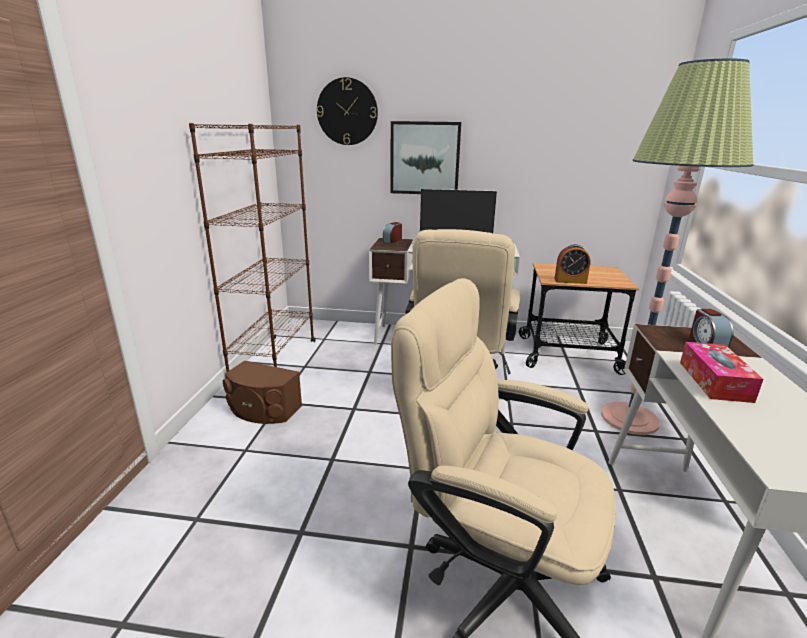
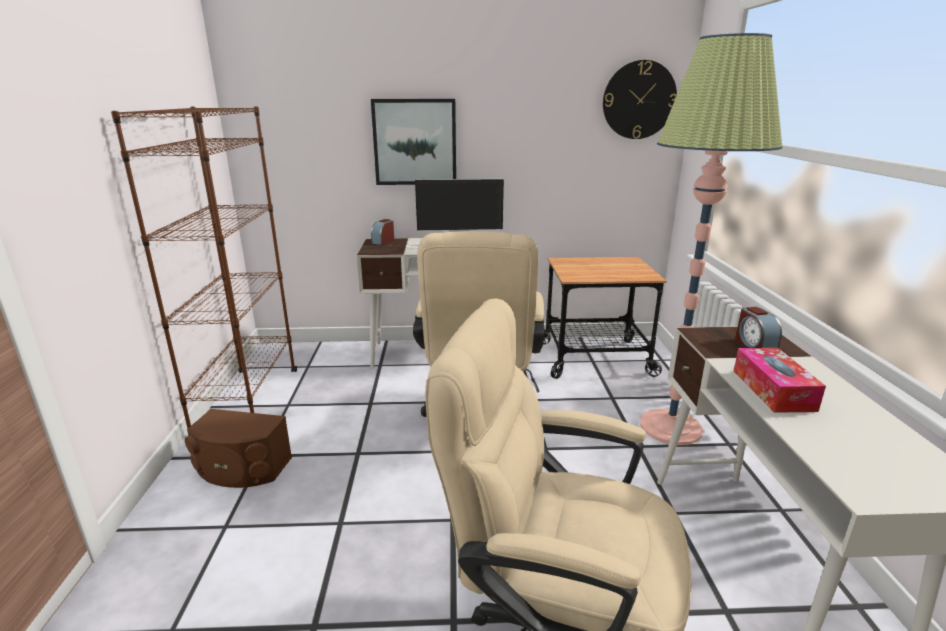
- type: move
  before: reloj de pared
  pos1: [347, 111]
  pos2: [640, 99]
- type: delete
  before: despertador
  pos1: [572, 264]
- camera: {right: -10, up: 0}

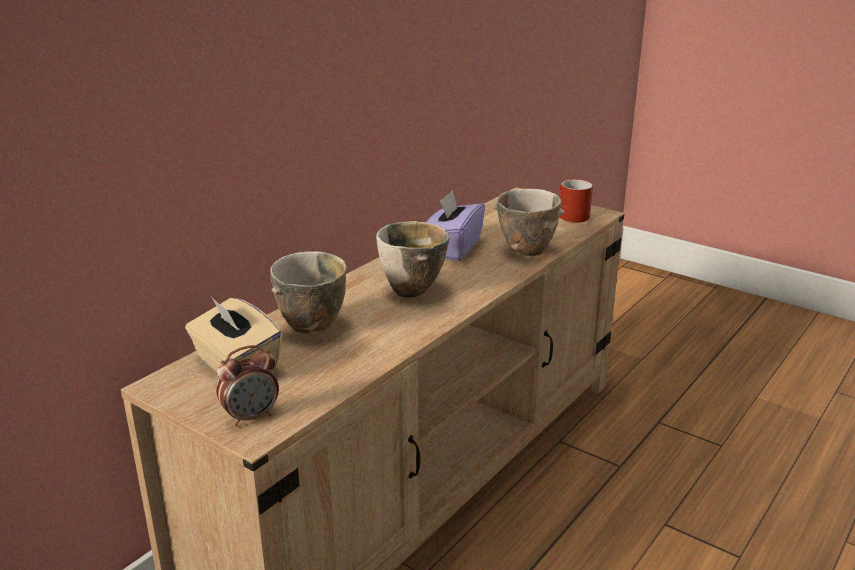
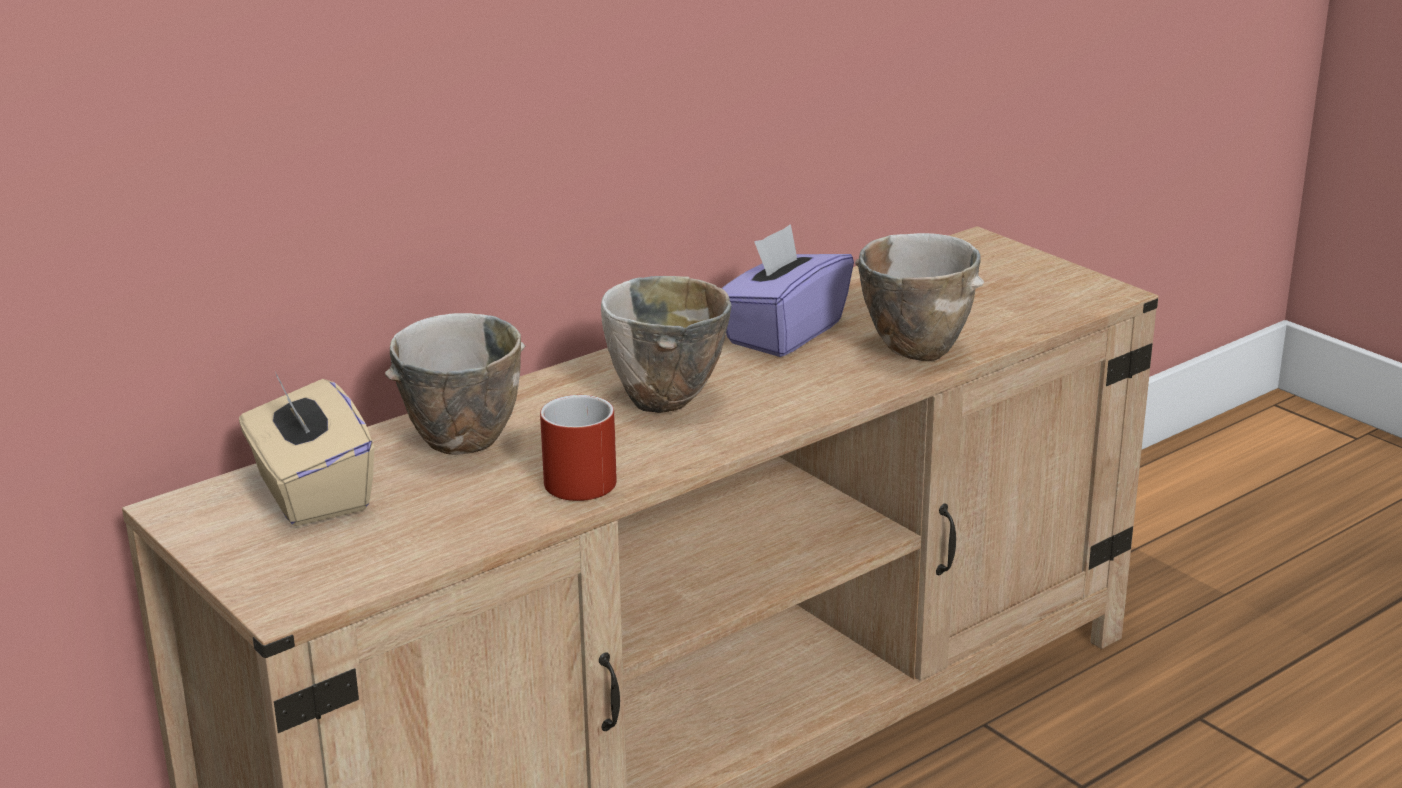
- type: delete
  before: despertador
  pos1: [247, 385]
- type: move
  before: taza grande [rojo]
  pos1: [576, 201]
  pos2: [578, 448]
- camera: {right: 15, up: 0}

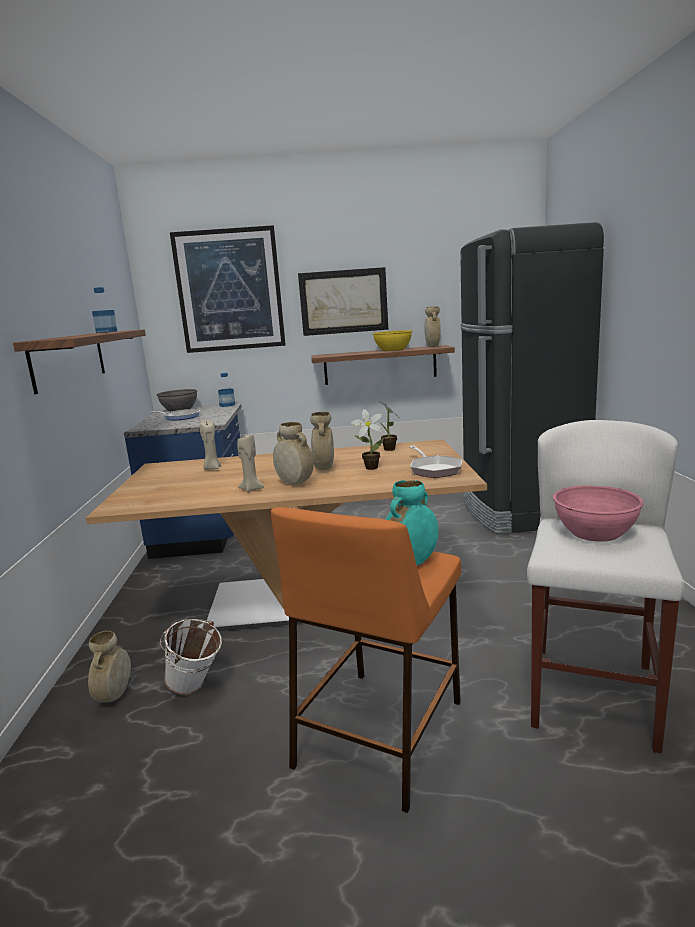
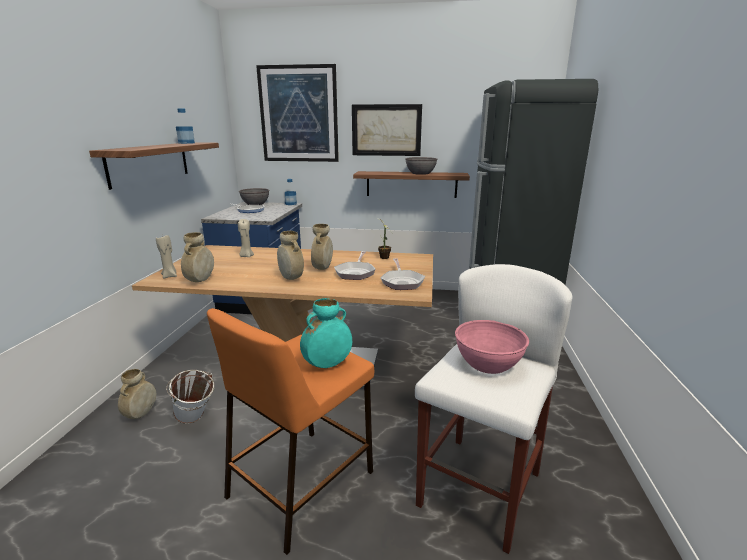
- type: move
  before: vela [beis]
  pos1: [250, 463]
  pos2: [166, 256]
- type: replace
  before: planta en maceta
  after: sartén
  pos1: [367, 439]
  pos2: [355, 265]
- type: recolor
  before: cuenco [amarillo]
  after: cuenco [gris]
  pos1: [392, 340]
  pos2: [421, 166]
- type: move
  before: florero [beis]
  pos1: [432, 326]
  pos2: [197, 257]
- camera: {right: 10, up: 5}

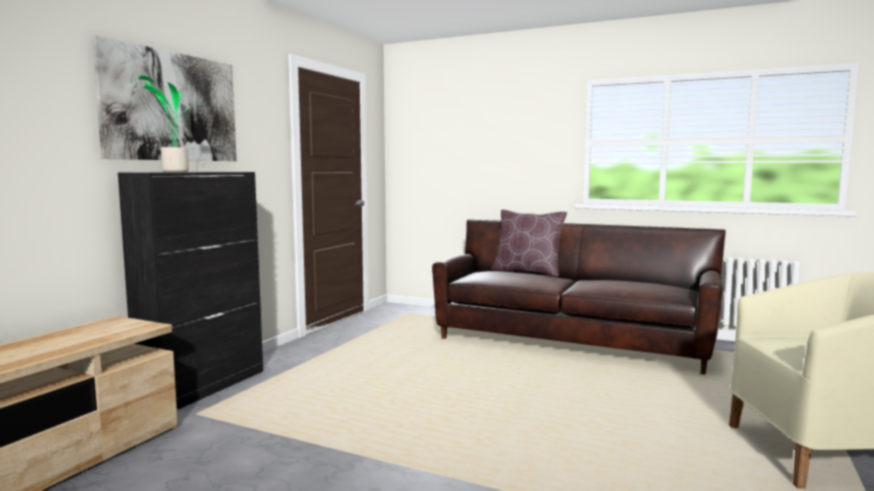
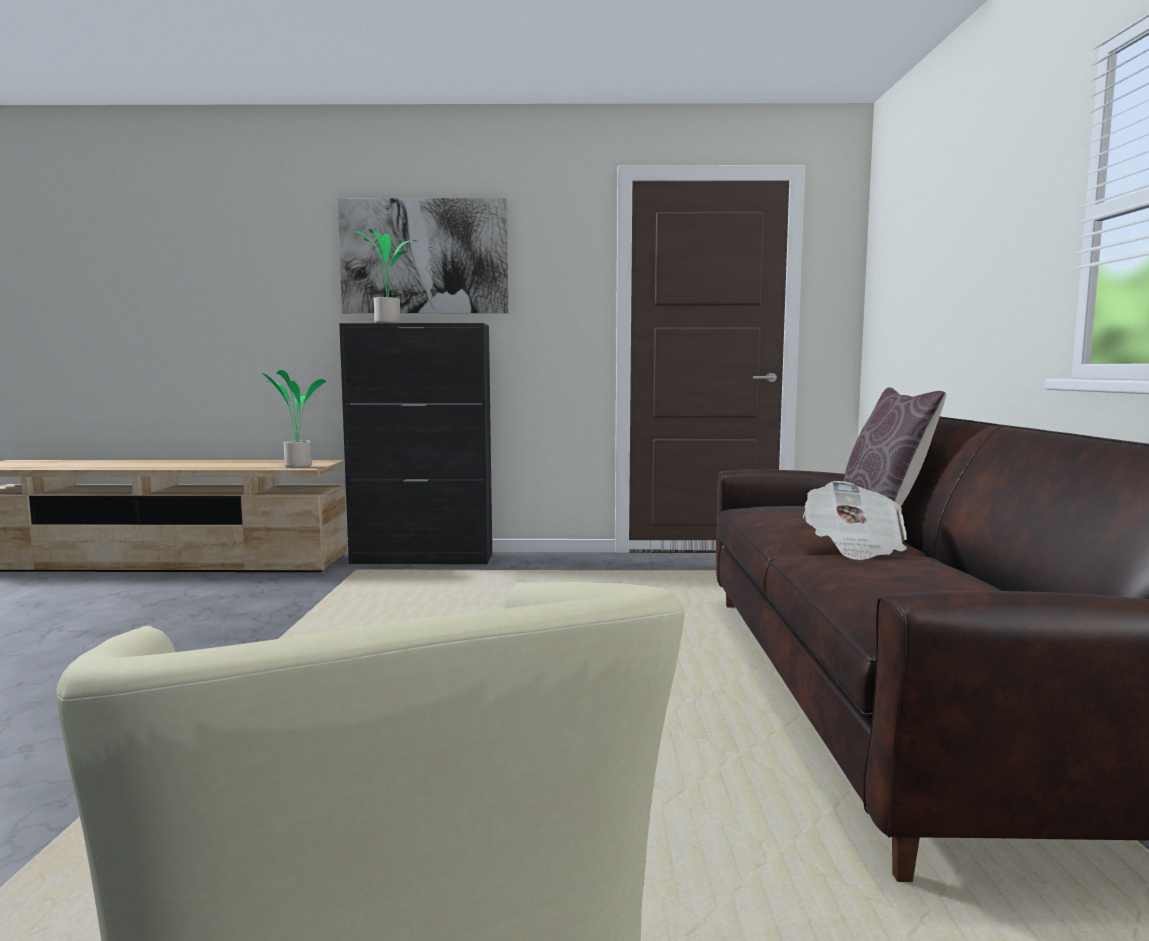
- type: insert
  after: planta en maceta
  pos2: [294, 419]
- type: insert
  after: periódico
  pos2: [855, 520]
- camera: {right: 65, up: 0}

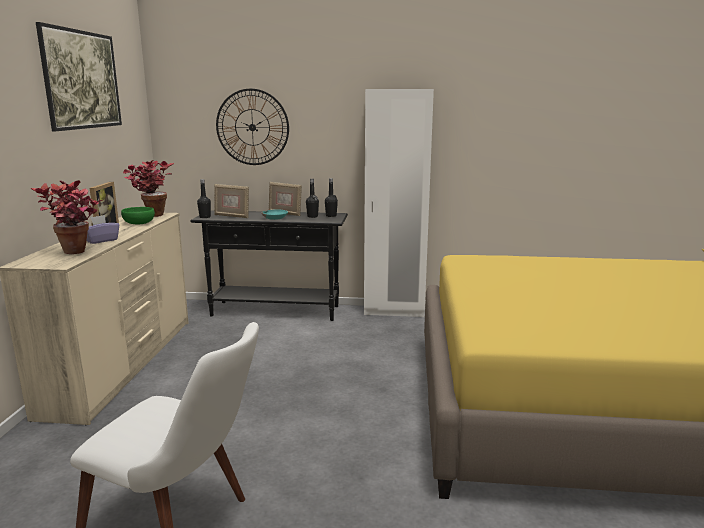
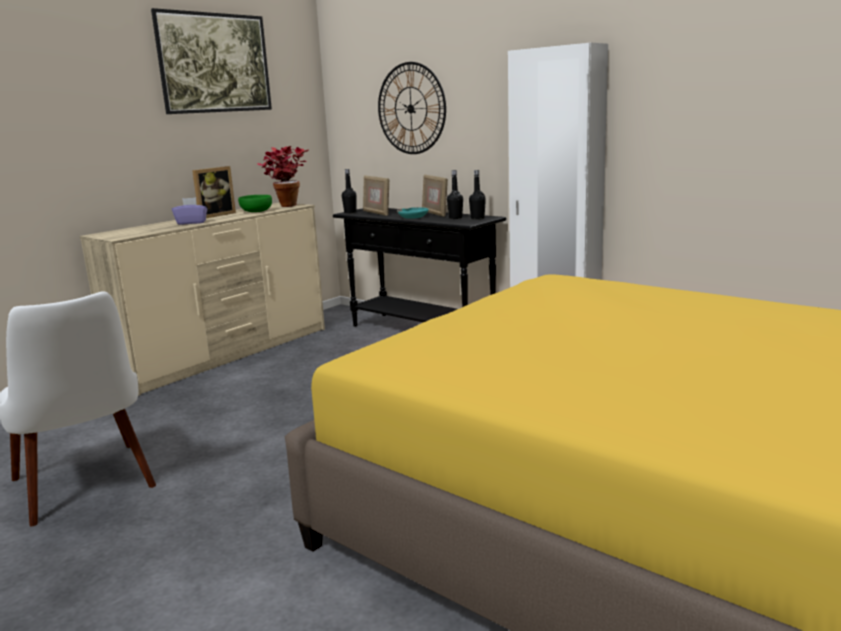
- type: delete
  before: planta en maceta
  pos1: [67, 217]
- camera: {right: 35, up: 0}

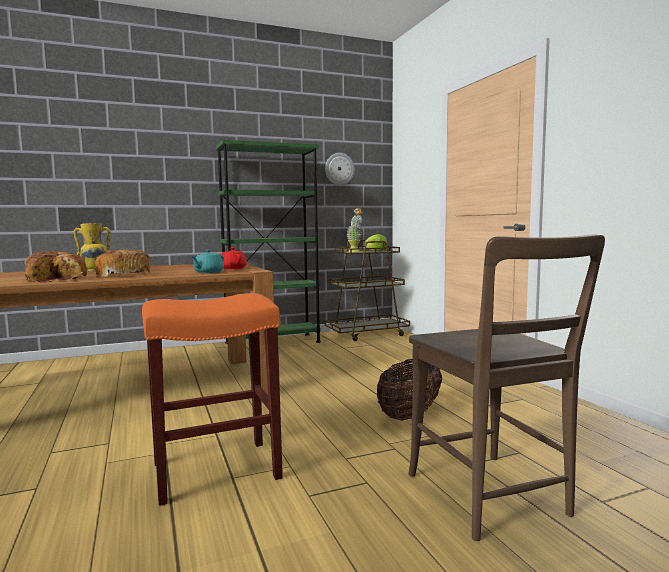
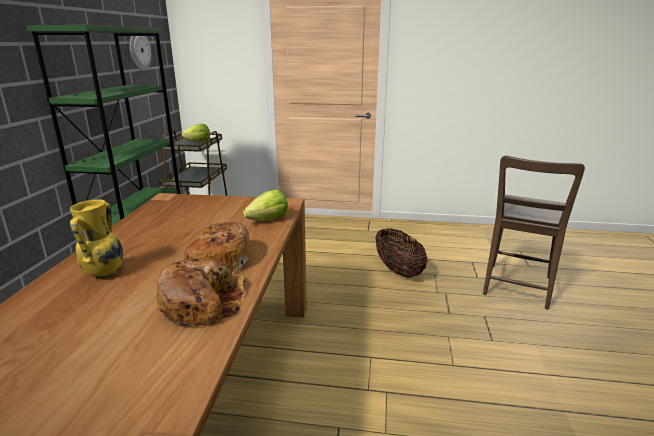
- type: delete
  before: taburete [naranja]
  pos1: [212, 399]
- type: replace
  before: tetera [turquesa]
  after: lechuga
  pos1: [207, 261]
  pos2: [265, 205]
- type: delete
  before: tetera [rojo]
  pos1: [234, 258]
- type: delete
  before: planta en maceta
  pos1: [354, 230]
- type: rotate
  before: silla [marrón]
  pos1: [506, 387]
  pos2: [534, 232]
  turn: 105
- camera: {right: -60, up: 15}

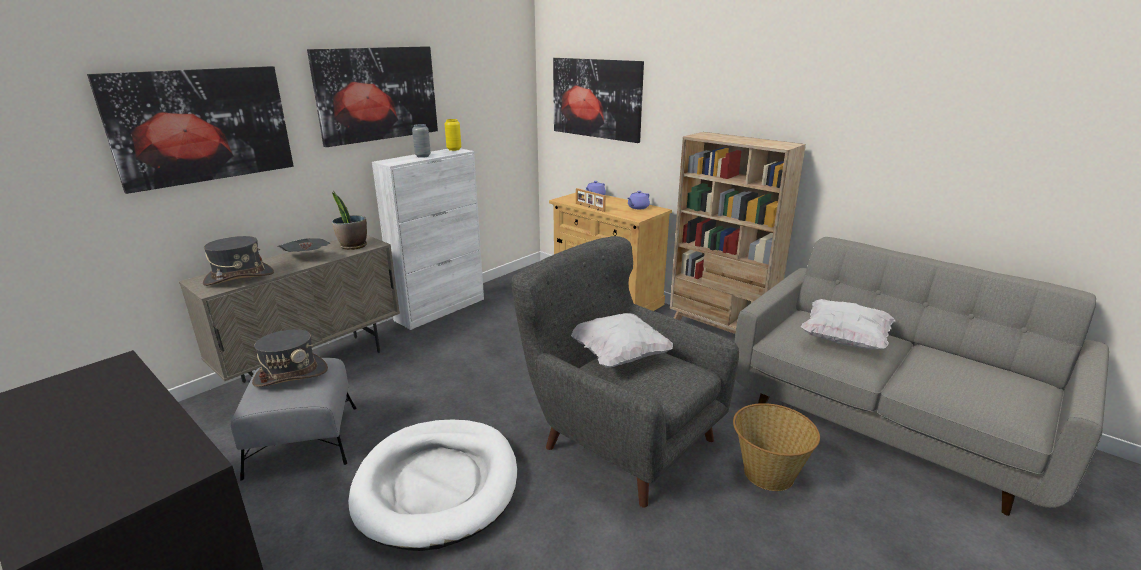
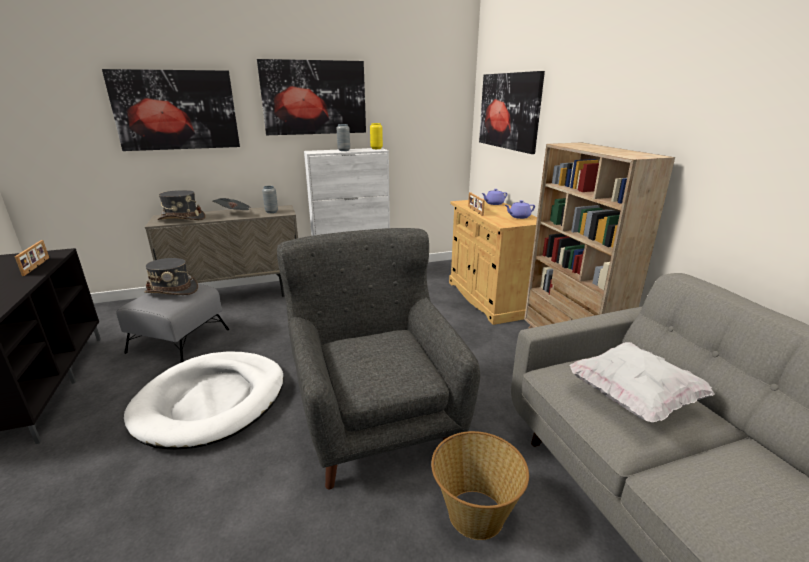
- type: replace
  before: planta en maceta
  after: florero [gris]
  pos1: [349, 220]
  pos2: [270, 199]
- type: delete
  before: cojín [blanco]
  pos1: [622, 340]
- type: insert
  after: portarretratos
  pos2: [32, 258]
- camera: {right: 30, up: 0}

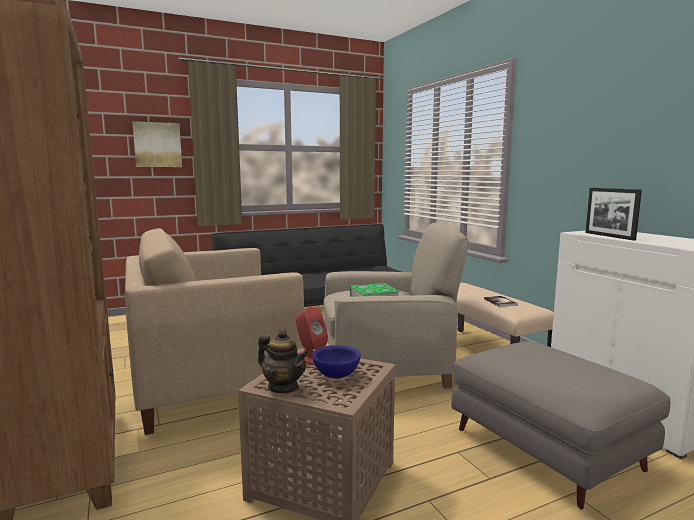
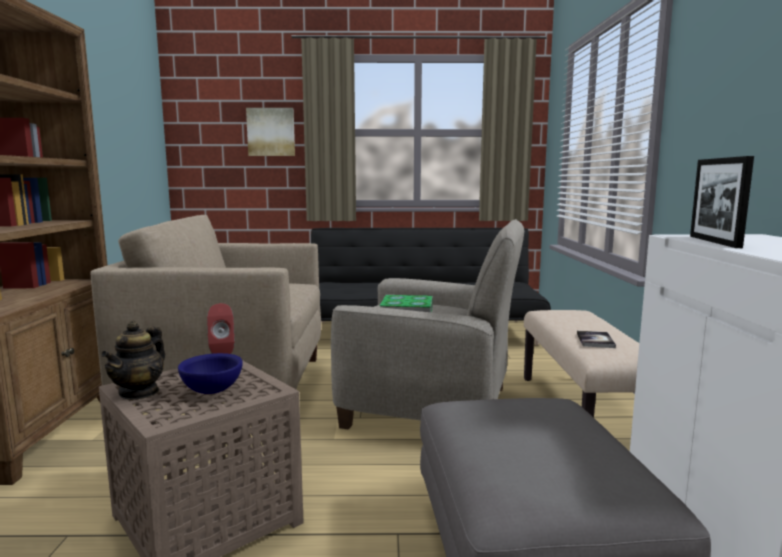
- type: rotate
  before: tetera
  pos1: [283, 361]
  pos2: [133, 360]
  turn: 45
- camera: {right: 25, up: 0}

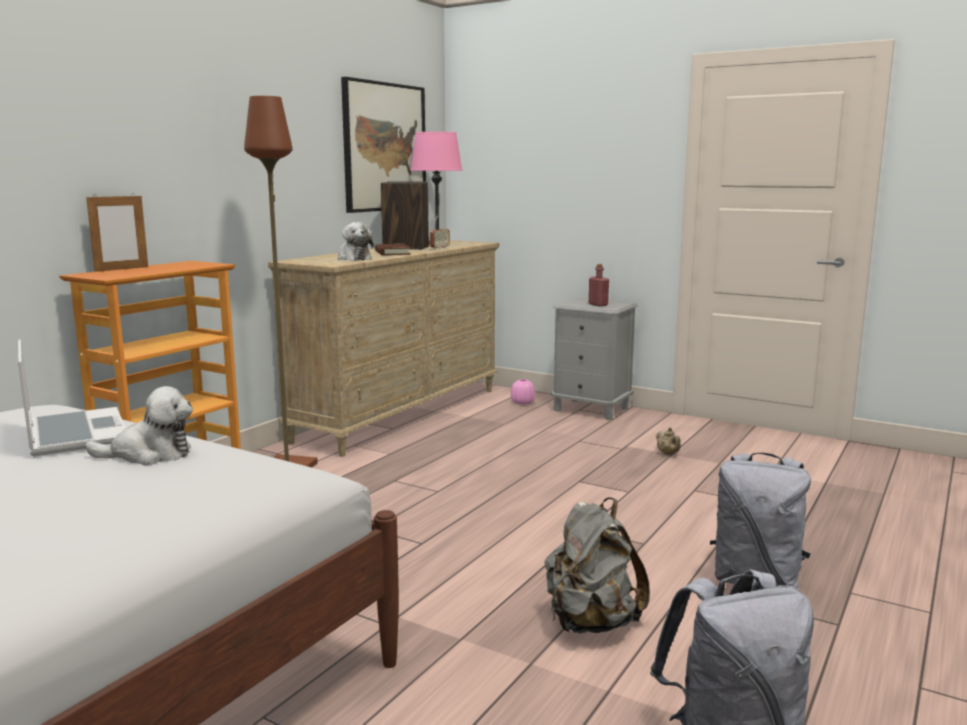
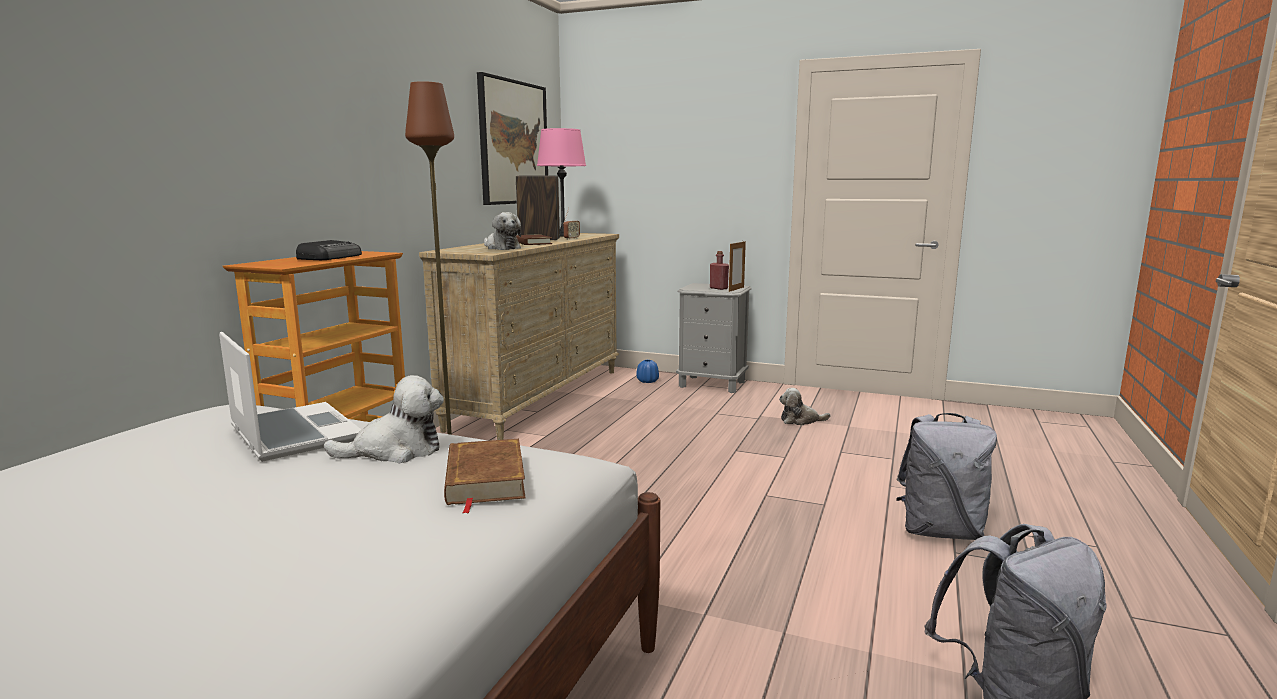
- type: move
  before: portarretratos
  pos1: [117, 233]
  pos2: [737, 266]
- type: recolor
  before: florero [rosa]
  after: florero [azul]
  pos1: [523, 392]
  pos2: [647, 371]
- type: delete
  before: mochila [gris]
  pos1: [597, 565]
- type: replace
  before: tetera [beis]
  after: peluche
  pos1: [668, 441]
  pos2: [804, 406]
- type: insert
  after: radio
  pos2: [329, 250]
- type: insert
  after: libro [marrón]
  pos2: [485, 476]
- camera: {right: -10, up: 0}

